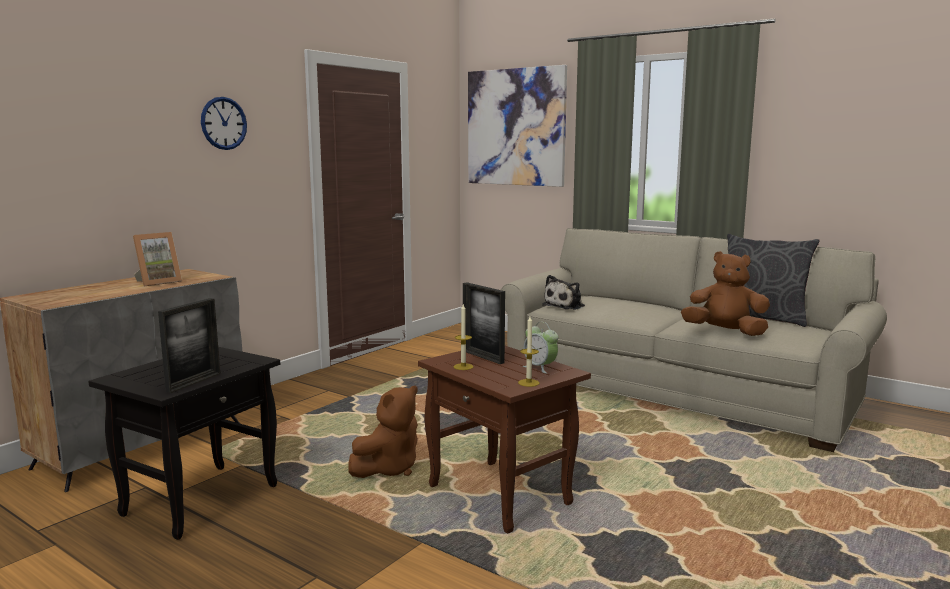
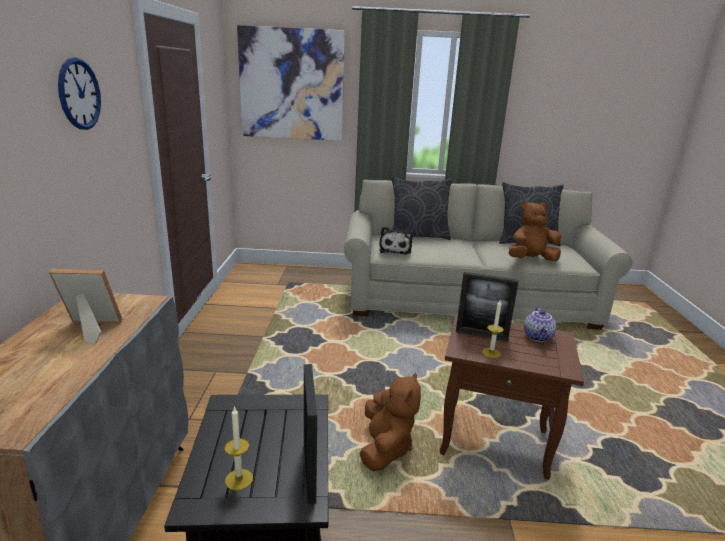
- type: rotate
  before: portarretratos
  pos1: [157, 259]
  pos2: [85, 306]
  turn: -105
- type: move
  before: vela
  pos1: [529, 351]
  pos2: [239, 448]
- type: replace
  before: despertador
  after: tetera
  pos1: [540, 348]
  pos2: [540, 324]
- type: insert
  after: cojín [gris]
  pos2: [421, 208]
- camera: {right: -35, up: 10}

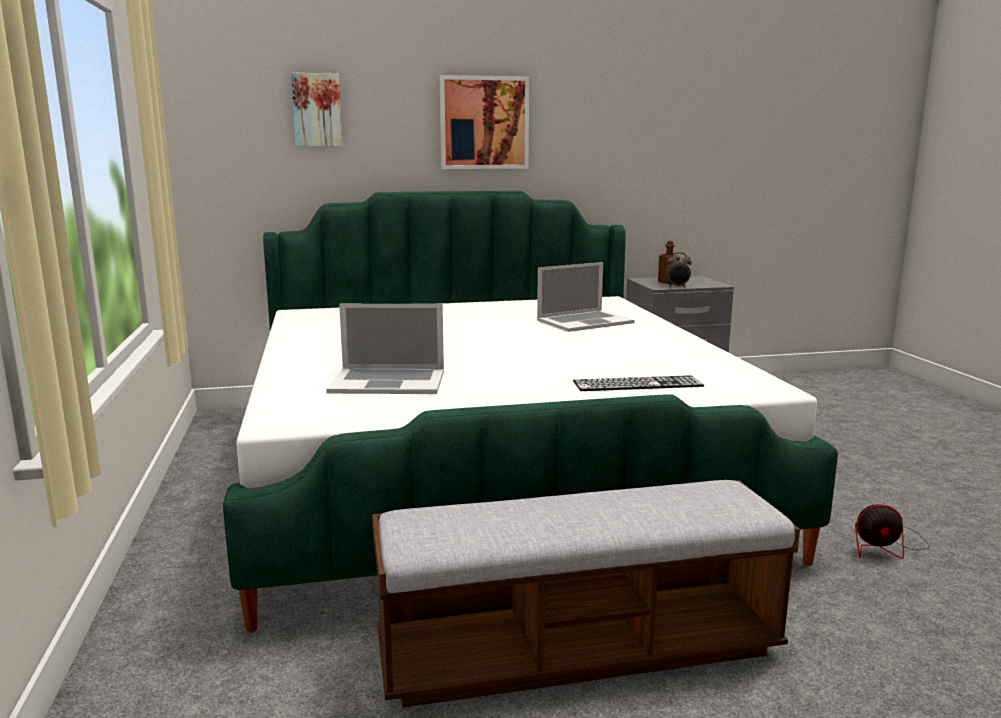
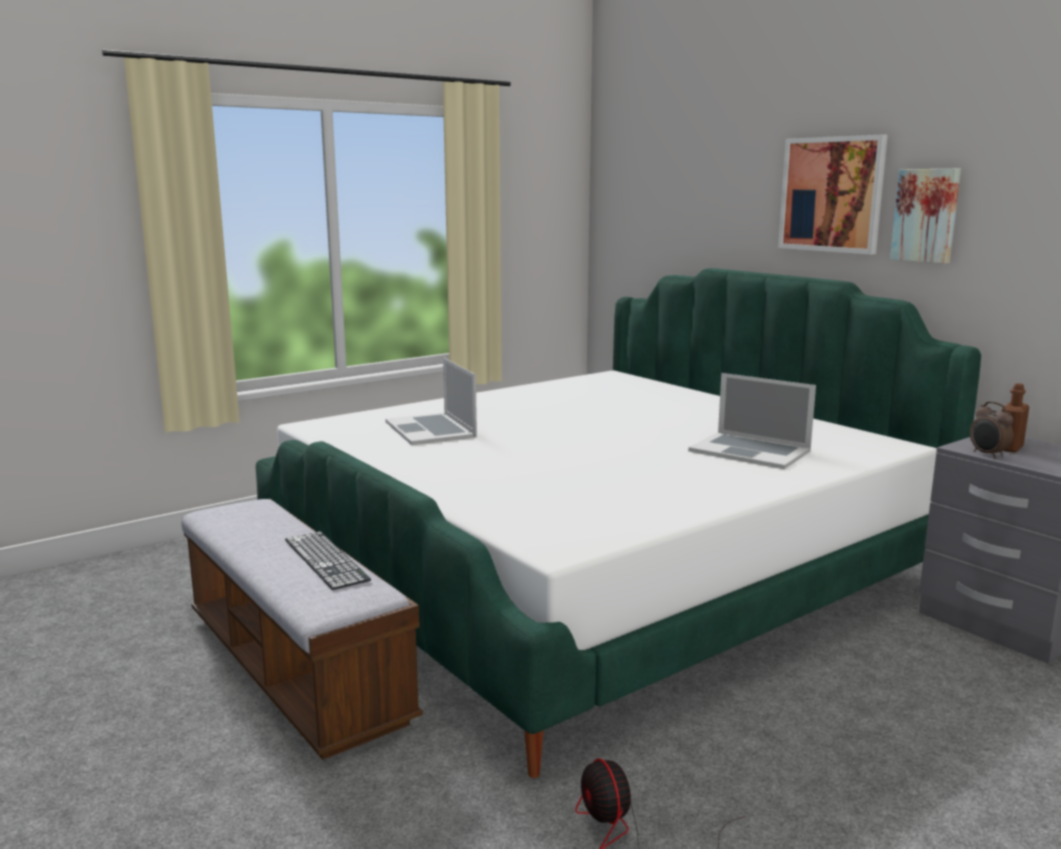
- type: move
  before: cuadro
  pos1: [317, 109]
  pos2: [925, 216]
- type: move
  before: teclado
  pos1: [638, 383]
  pos2: [328, 560]
- camera: {right: 65, up: 0}

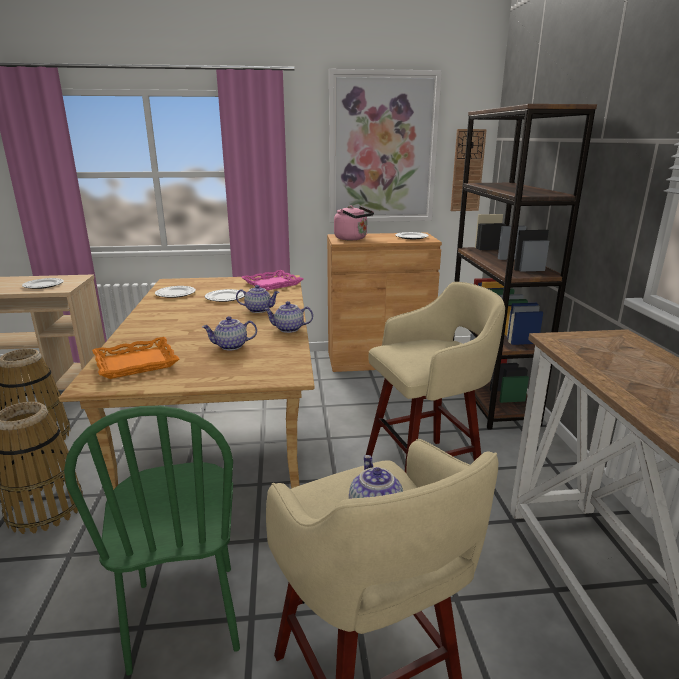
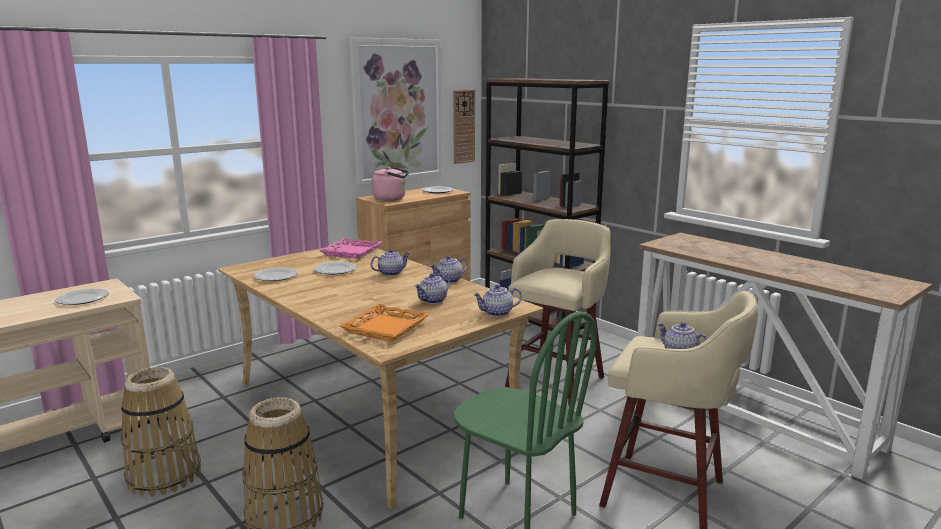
- type: insert
  after: tetera
  pos2: [497, 300]
- camera: {right: -35, up: -5}

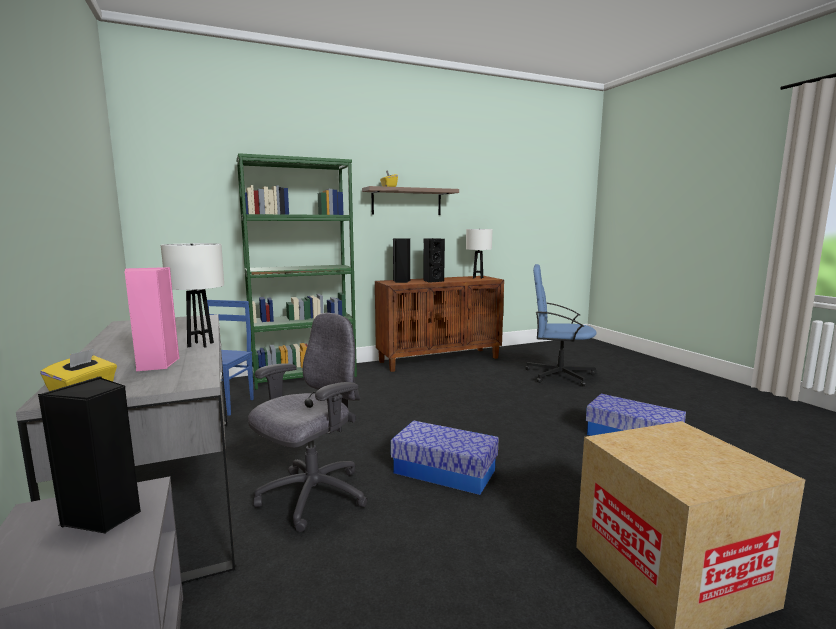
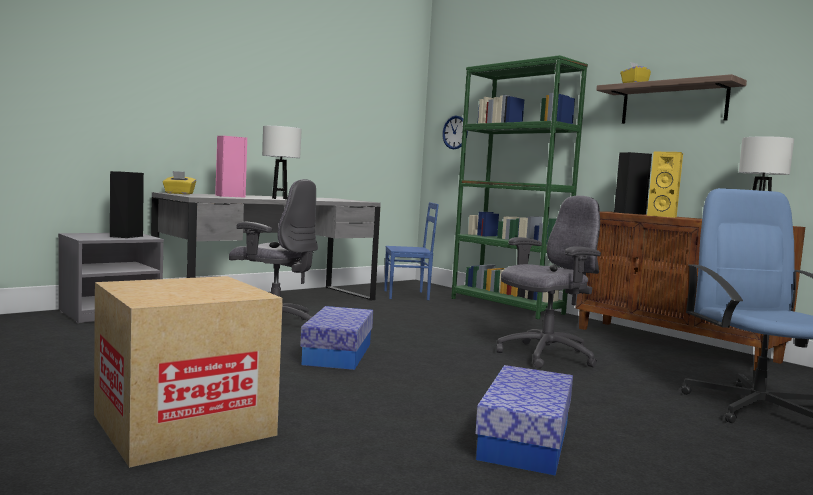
- type: recolor
  before: altavoz [negro]
  after: altavoz [amarillo]
  pos1: [434, 260]
  pos2: [665, 185]
- type: insert
  after: reloj de pared
  pos2: [455, 132]
- type: insert
  after: silla de oficina [gris]
  pos2: [549, 282]
- camera: {right: 70, up: -5}

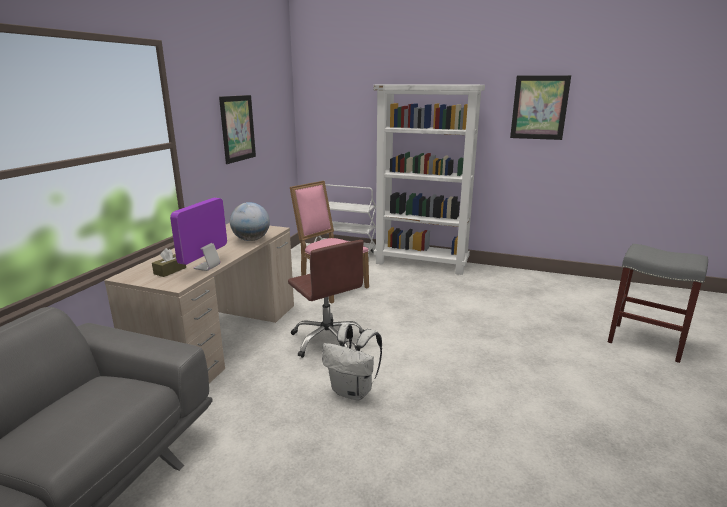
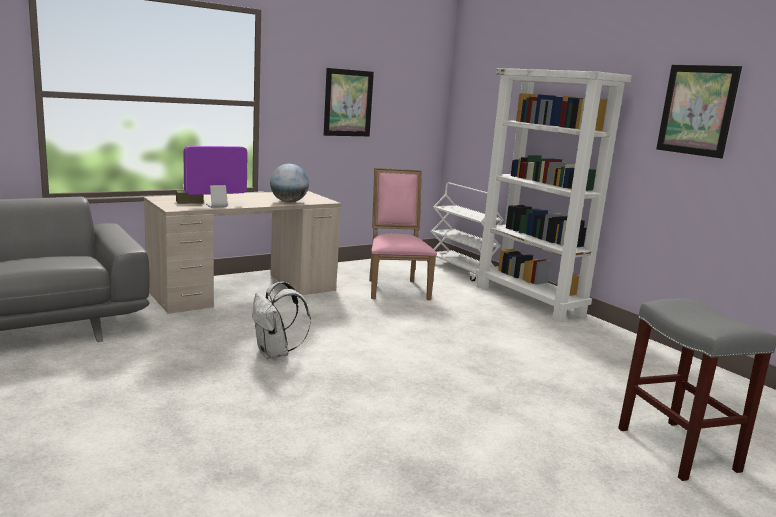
- type: delete
  before: silla de oficina [marrón]
  pos1: [326, 299]
- camera: {right: 35, up: -5}

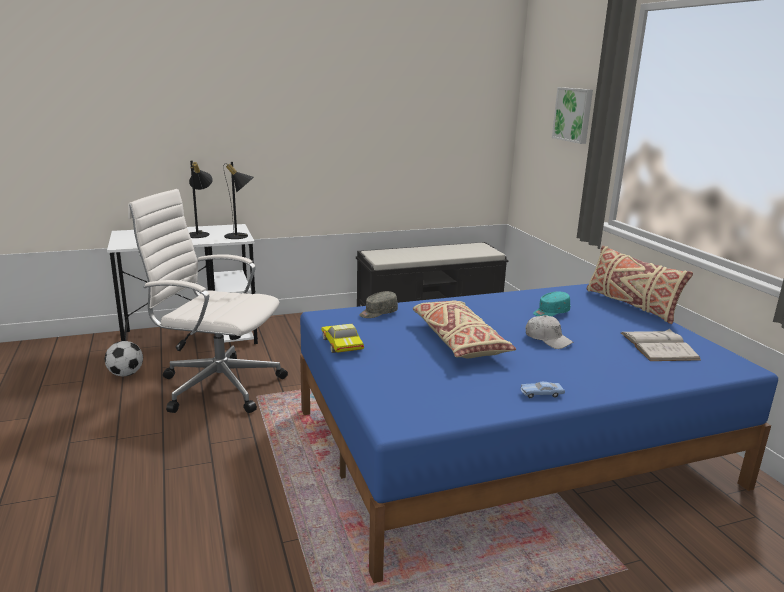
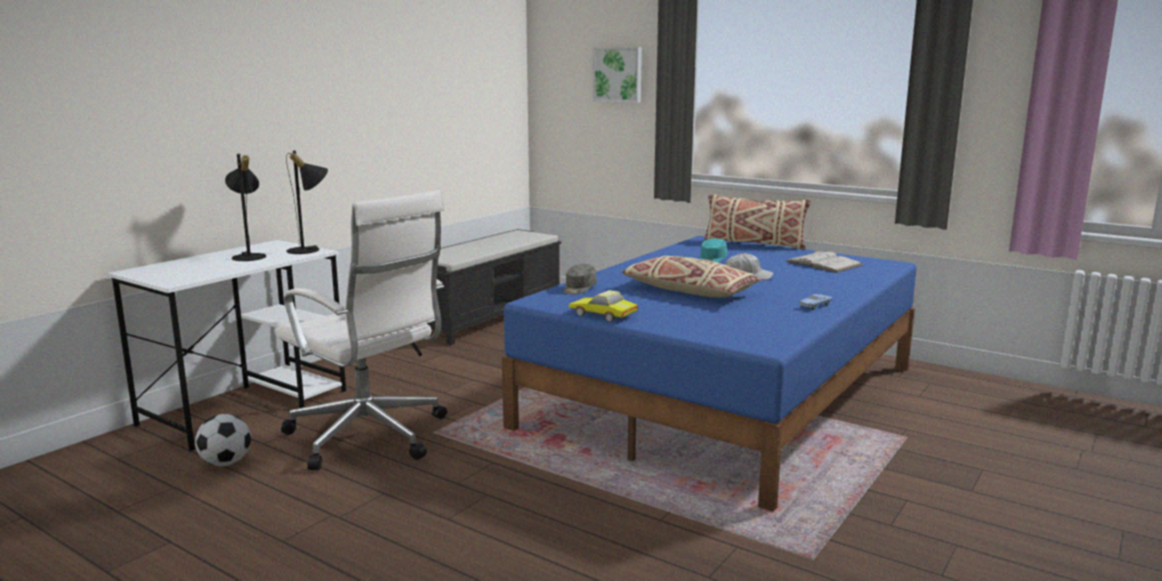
- type: rotate
  before: silla de oficina [blanco]
  pos1: [208, 301]
  pos2: [361, 330]
  turn: -120
- camera: {right: -35, up: -5}

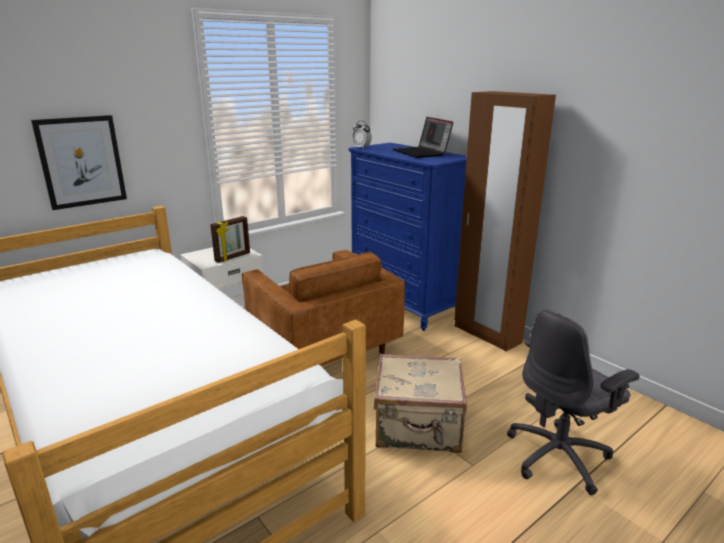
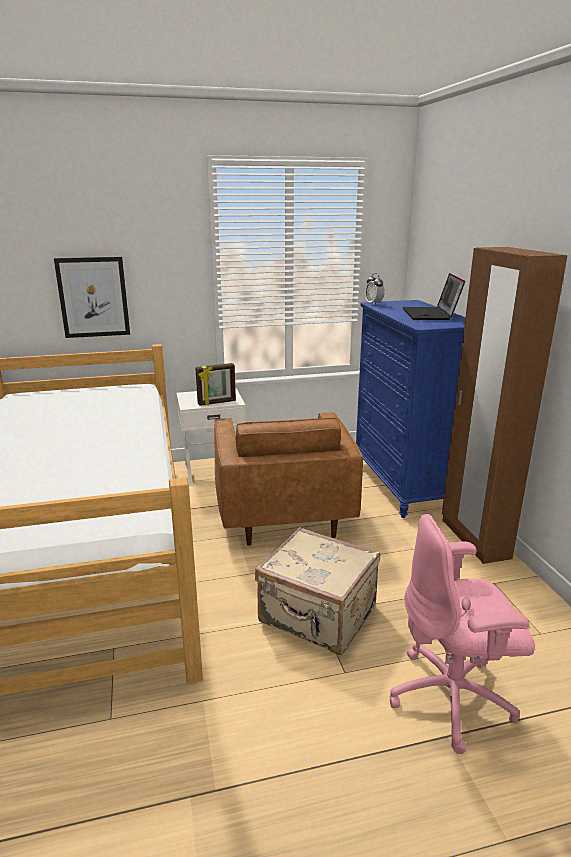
- type: recolor
  before: silla de oficina [gris]
  after: silla de oficina [rosa]
  pos1: [573, 402]
  pos2: [462, 634]
- camera: {right: 25, up: 0}

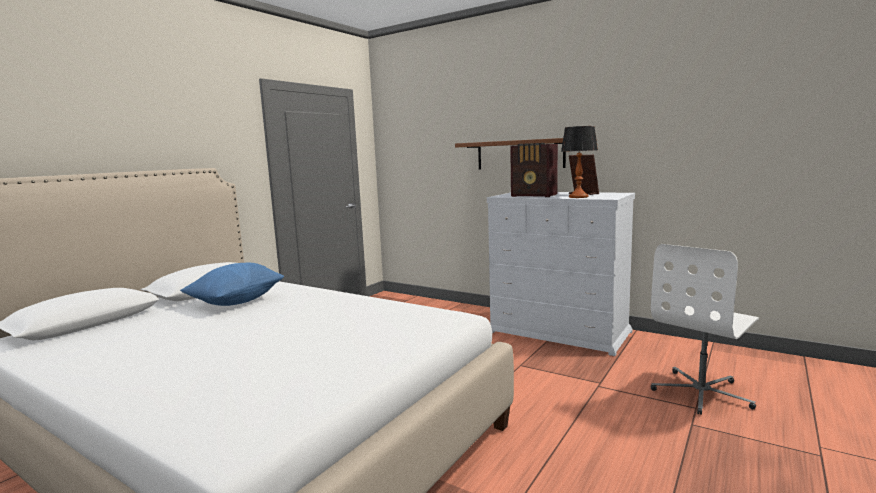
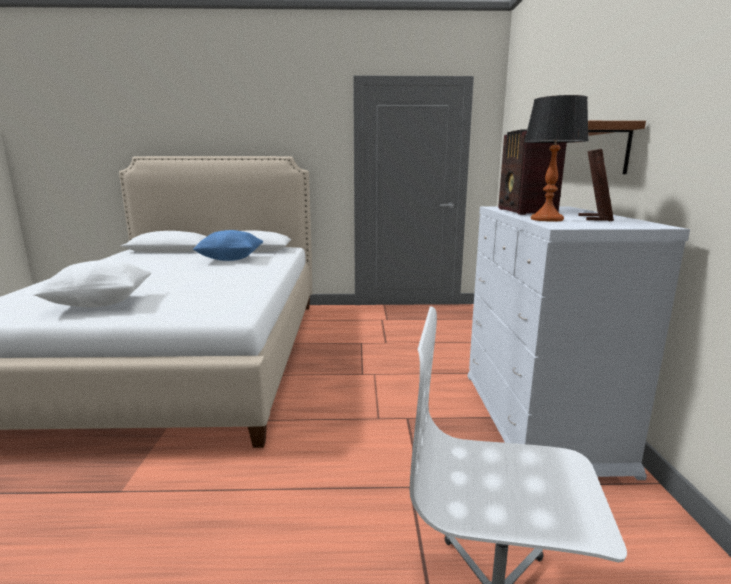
- type: insert
  after: cojín [blanco]
  pos2: [92, 283]
- camera: {right: 55, up: 5}

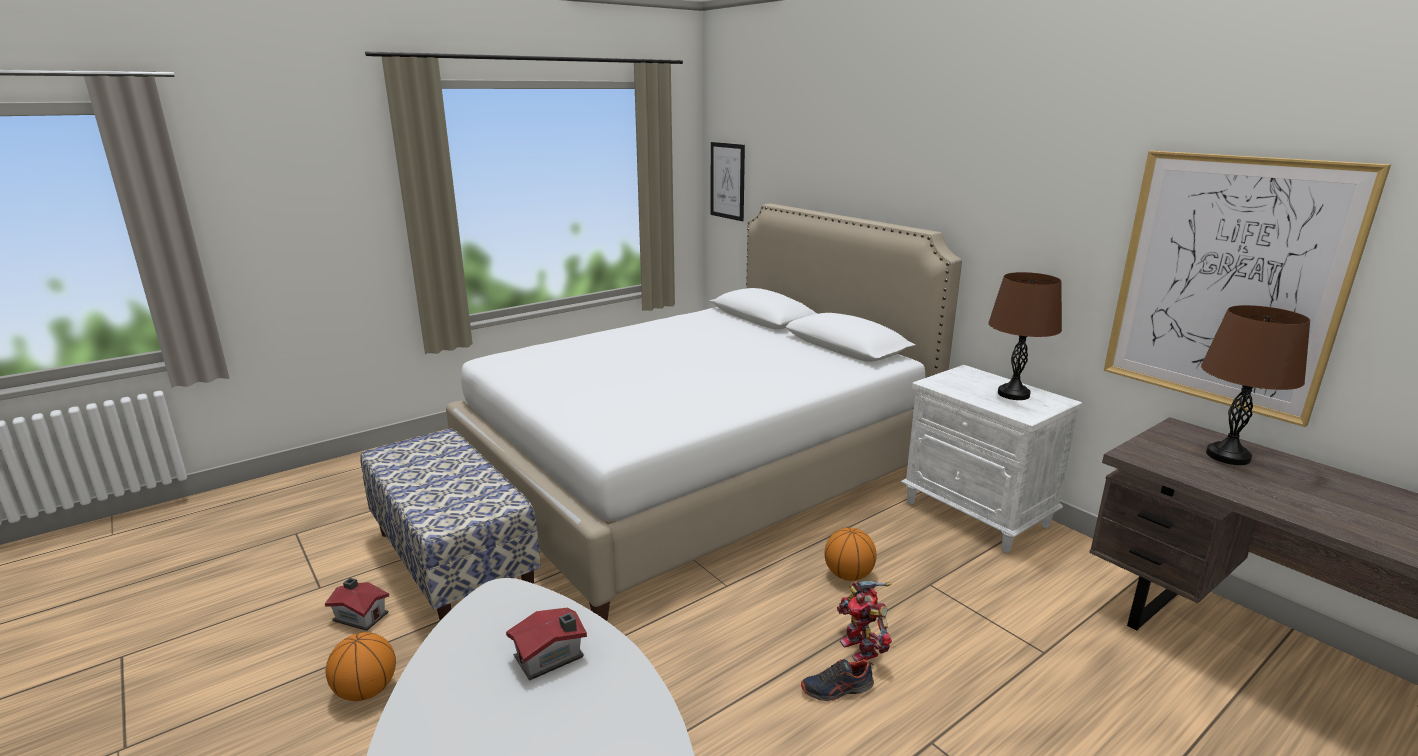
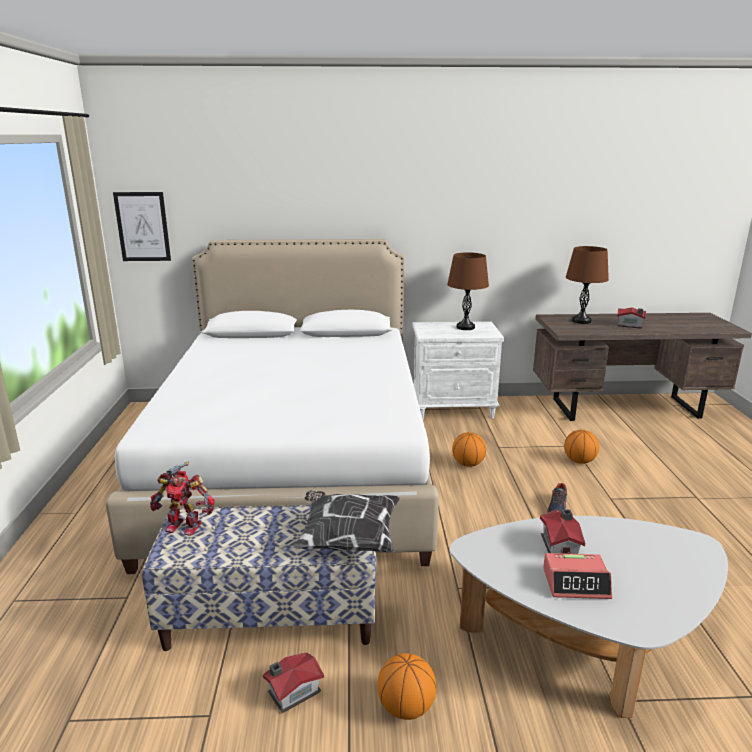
- type: move
  before: robot de juguete
  pos1: [864, 621]
  pos2: [182, 499]
- type: delete
  before: cuadro
  pos1: [1247, 289]
- type: insert
  after: cojín
  pos2: [346, 521]
- type: insert
  after: despertador
  pos2: [577, 576]
- type: insert
  after: balón de baloncesto
  pos2: [581, 447]
- type: insert
  after: casita
  pos2: [631, 318]
- camera: {right: -55, up: 0}

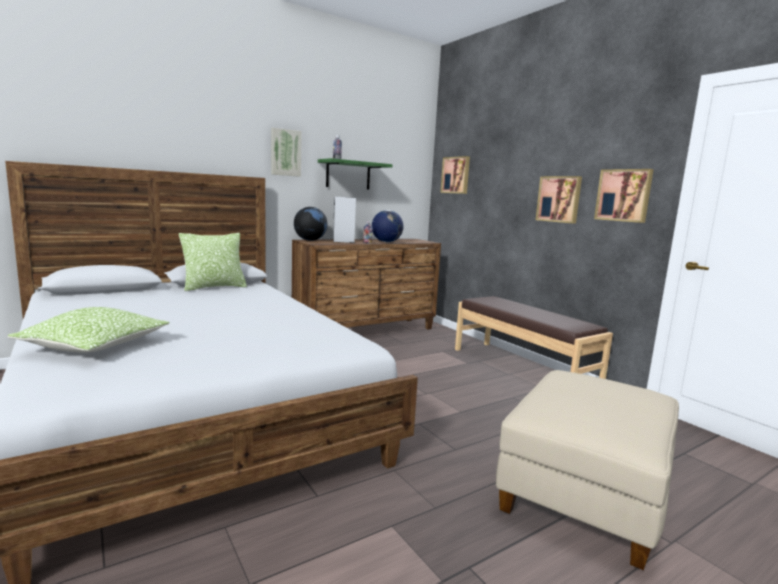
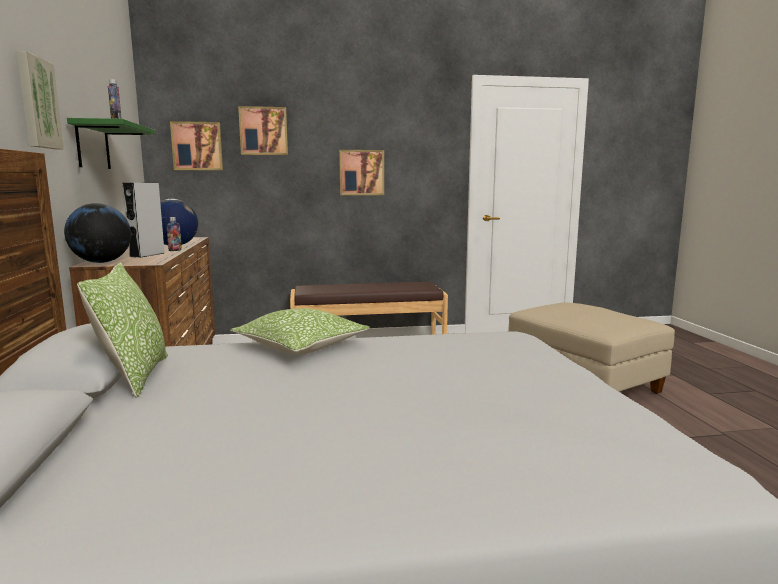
- type: move
  before: cojín
  pos1: [89, 330]
  pos2: [300, 331]
- type: move
  before: cuadro
  pos1: [624, 196]
  pos2: [263, 130]
- camera: {right: -65, up: 0}

